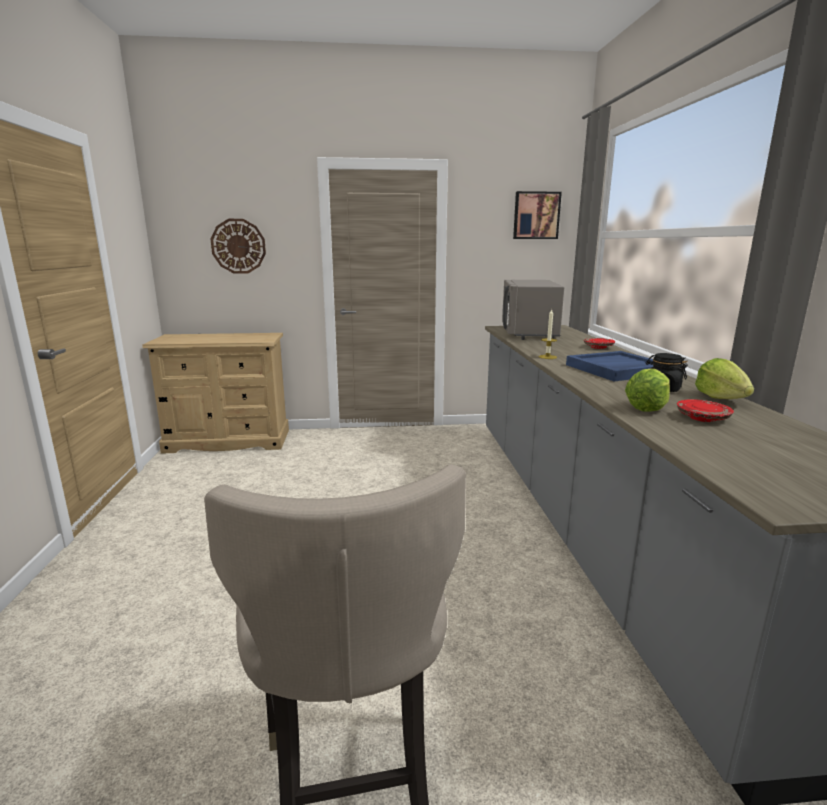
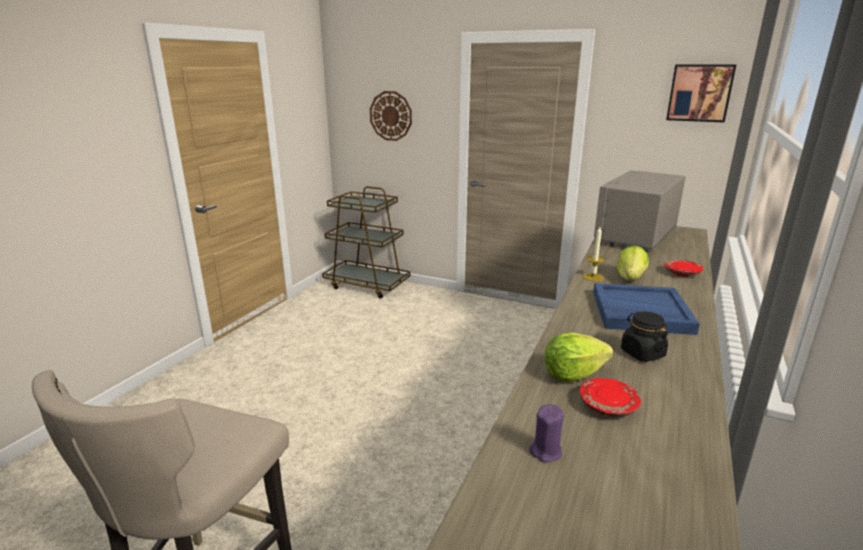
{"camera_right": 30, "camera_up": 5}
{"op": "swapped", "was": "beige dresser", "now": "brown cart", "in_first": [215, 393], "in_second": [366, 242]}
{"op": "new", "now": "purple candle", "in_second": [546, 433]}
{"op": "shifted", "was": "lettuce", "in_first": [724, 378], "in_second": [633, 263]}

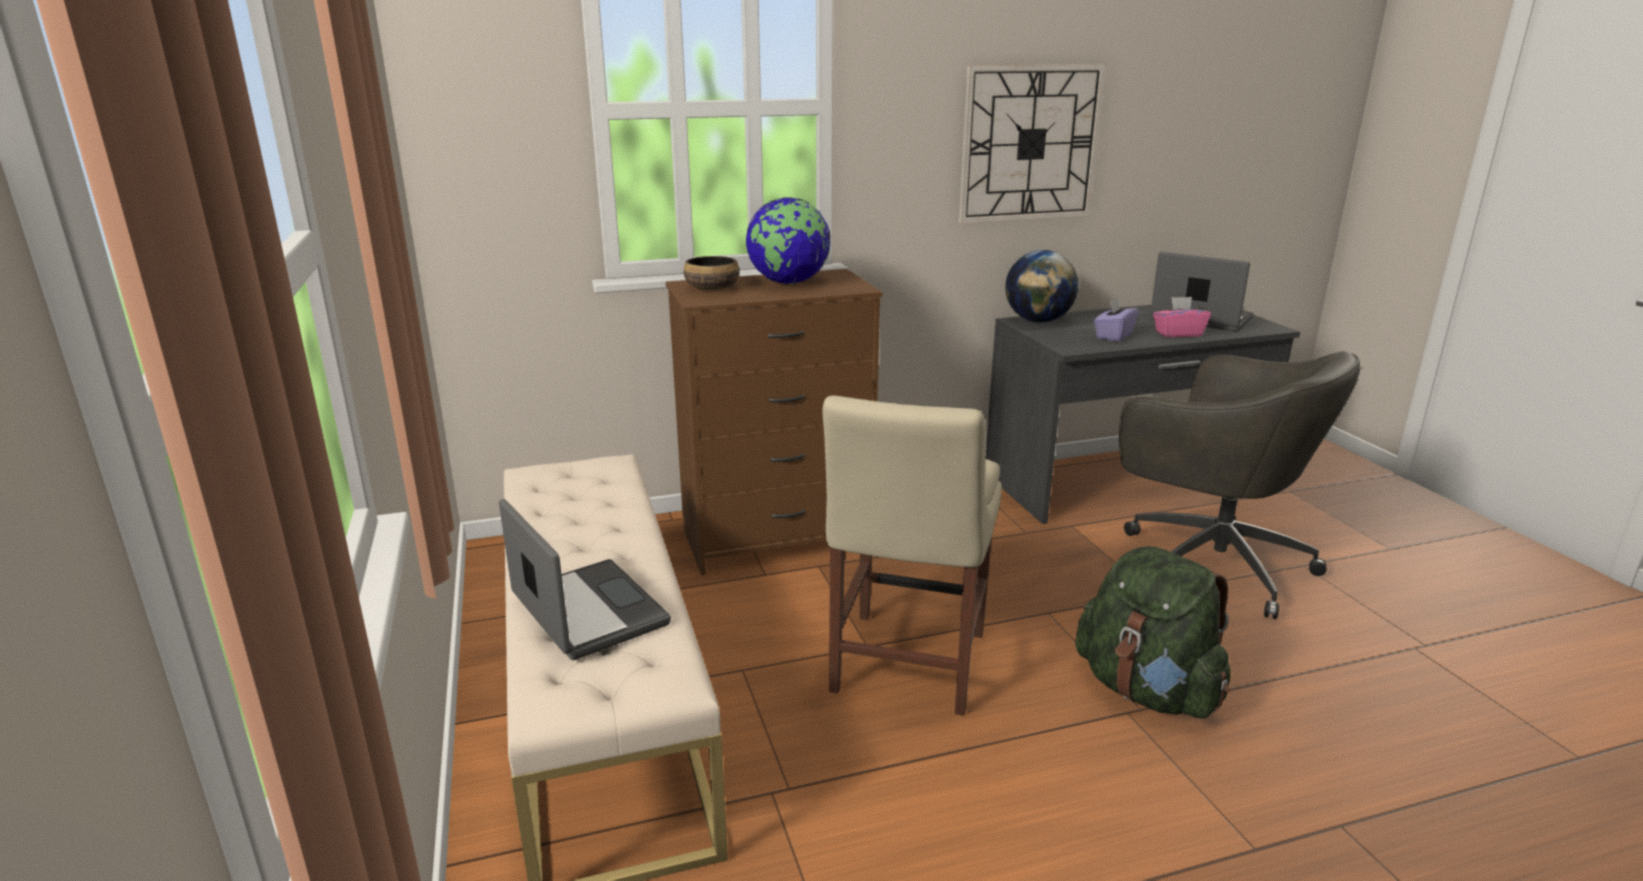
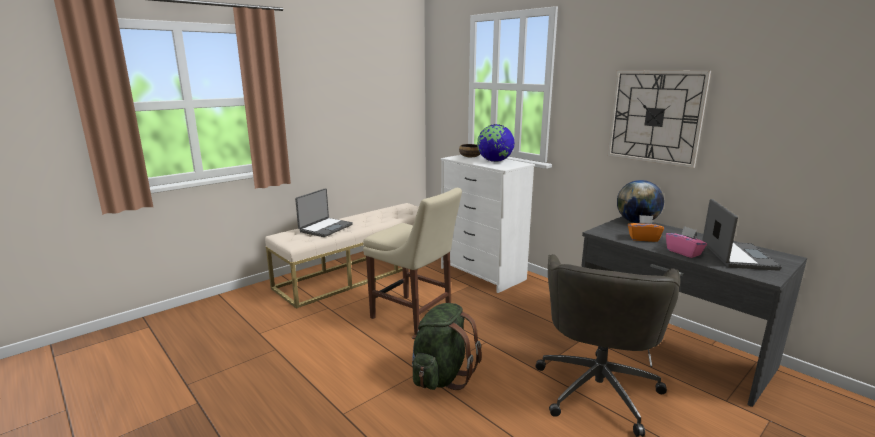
{"camera_right": 65, "camera_up": -5}
{"op": "rotated", "was": "beige chair", "in_first": [912, 555], "in_second": [412, 261], "clockwise": -135}
{"op": "repainted", "was": "brown dresser", "now": "white dresser", "in_first": [774, 422], "in_second": [488, 223]}
{"op": "repainted", "was": "purple tissue box", "now": "orange tissue box", "in_first": [1116, 319], "in_second": [646, 228]}

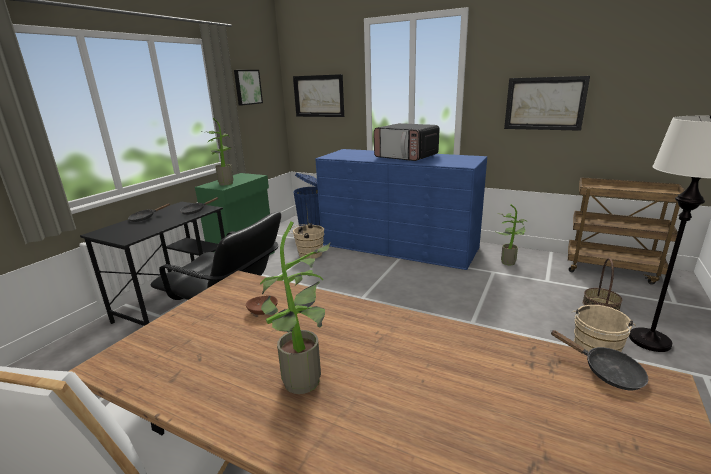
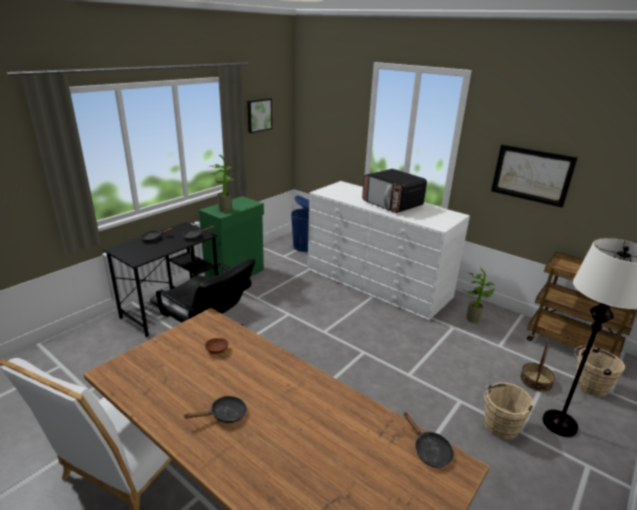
{"camera_right": 10, "camera_up": 5}
{"op": "swapped", "was": "potted plant", "now": "black frying pan", "in_first": [295, 307], "in_second": [216, 409]}
{"op": "repainted", "was": "blue dresser", "now": "white dresser", "in_first": [401, 209], "in_second": [388, 250]}
{"op": "shifted", "was": "beige bucket", "in_first": [307, 241], "in_second": [599, 371]}
{"op": "gone", "was": "picture", "in_first": [318, 95]}

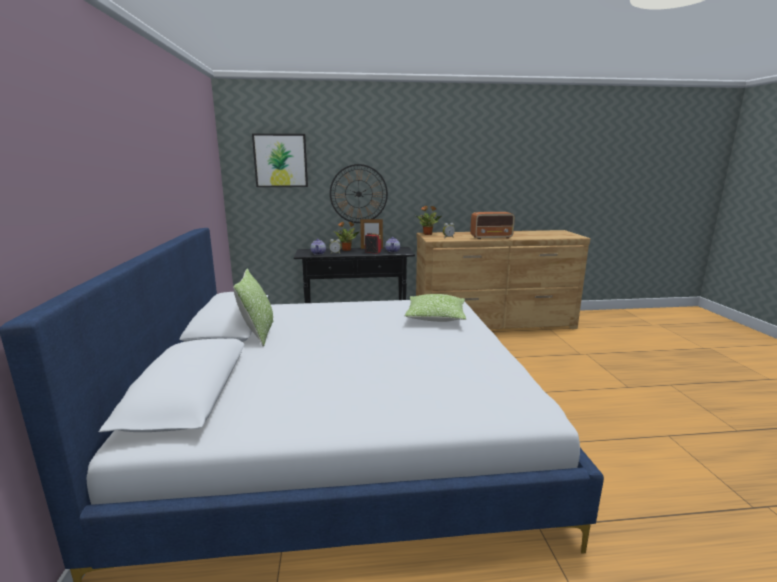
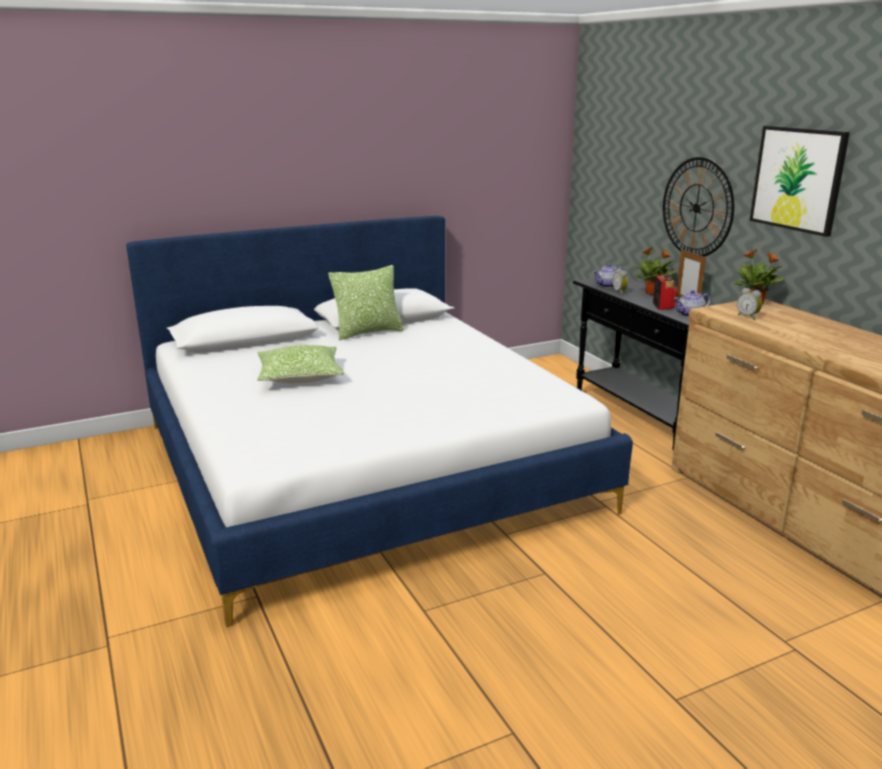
{"camera_right": 70, "camera_up": 5}
{"op": "shifted", "was": "pillow", "in_first": [435, 308], "in_second": [300, 364]}
{"op": "shifted", "was": "picture", "in_first": [280, 160], "in_second": [800, 181]}
{"op": "gone", "was": "radio", "in_first": [492, 225]}

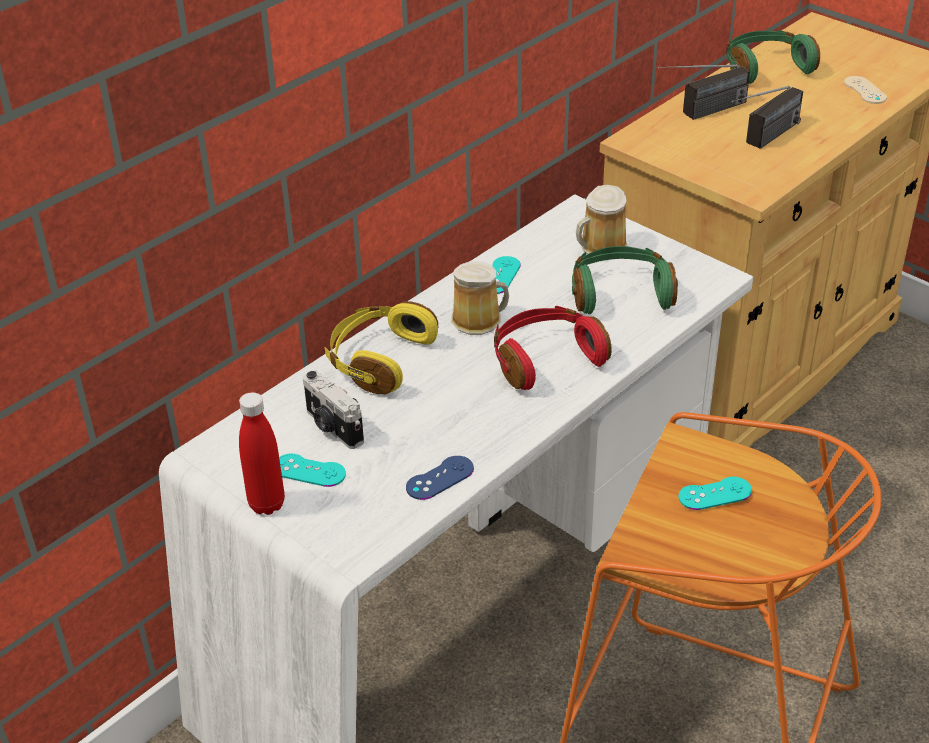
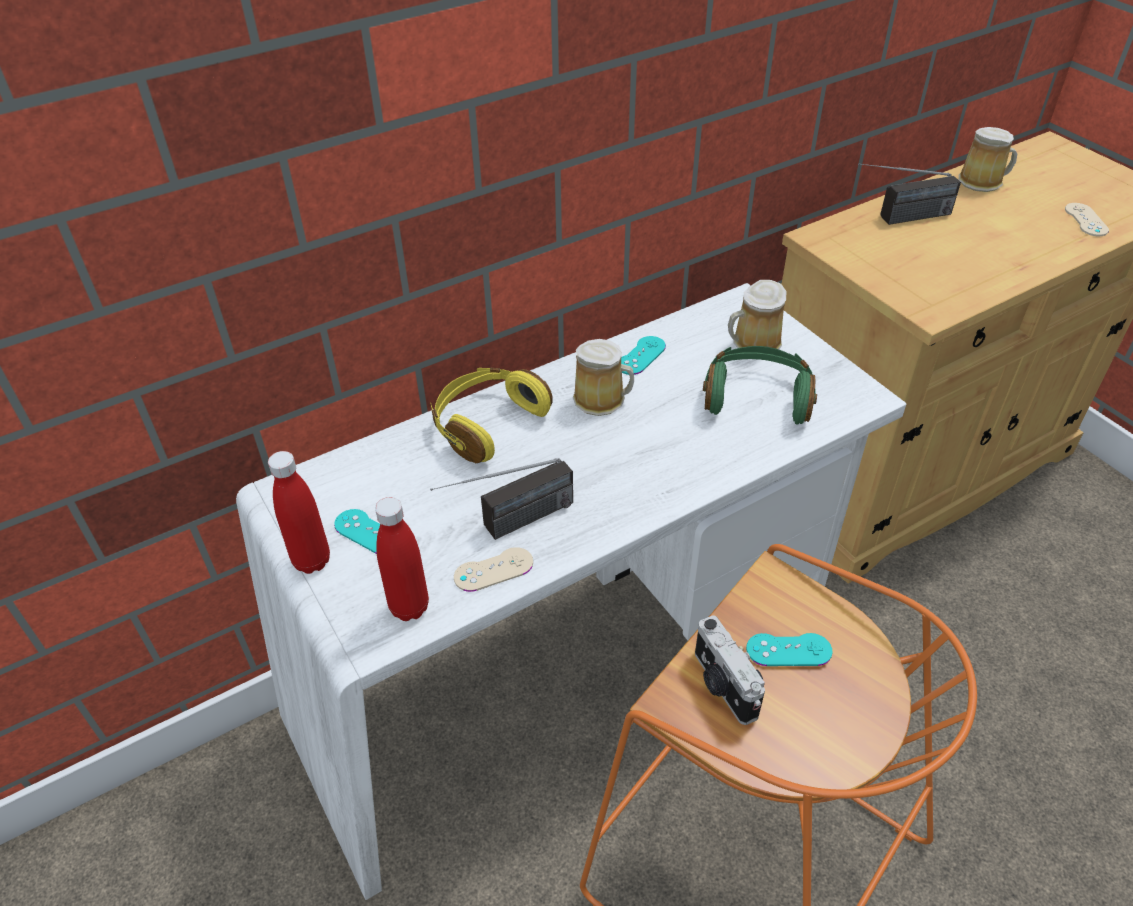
{"camera_right": 15, "camera_up": 5}
{"op": "new", "now": "red bottle", "in_second": [402, 559]}
{"op": "shifted", "was": "radio", "in_first": [767, 117], "in_second": [501, 499]}
{"op": "repainted", "was": "blue game controller", "now": "beige game controller", "in_first": [440, 478], "in_second": [493, 569]}
{"op": "shifted", "was": "photo camera", "in_first": [333, 410], "in_second": [730, 670]}
{"op": "swapped", "was": "green headphones", "now": "mug", "in_first": [773, 57], "in_second": [988, 159]}
{"op": "gone", "was": "red headphones", "in_first": [553, 348]}

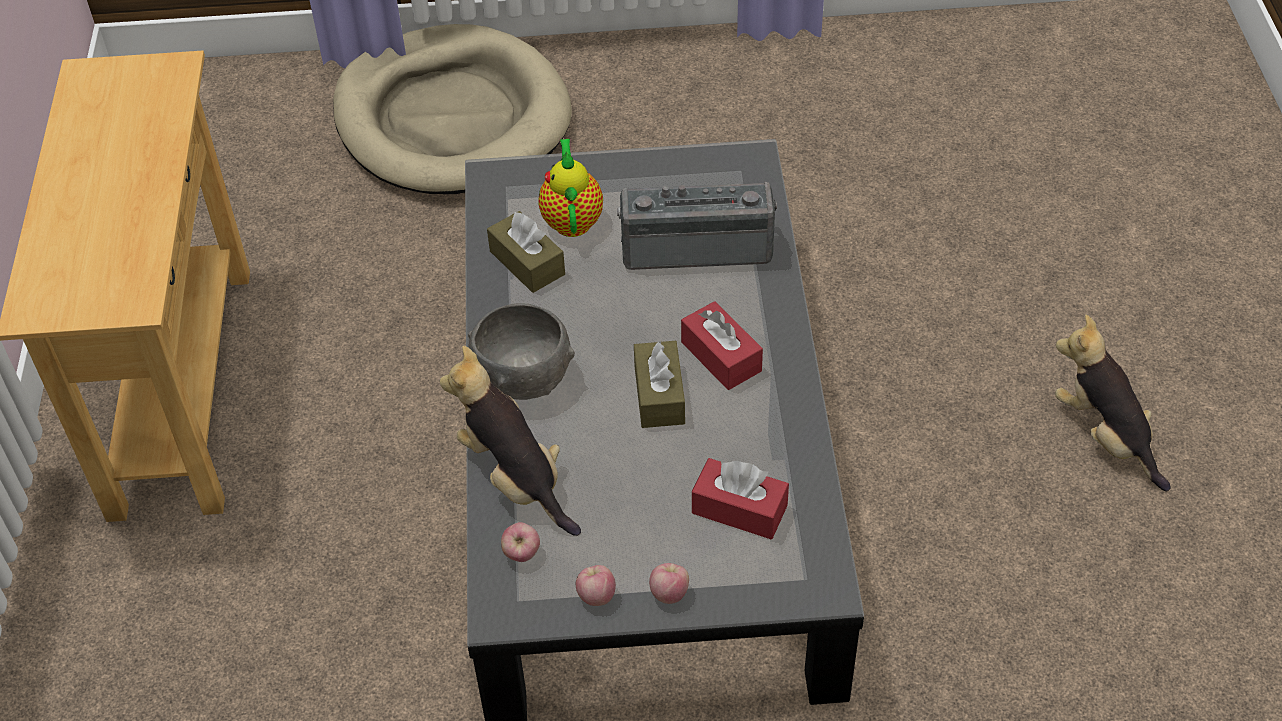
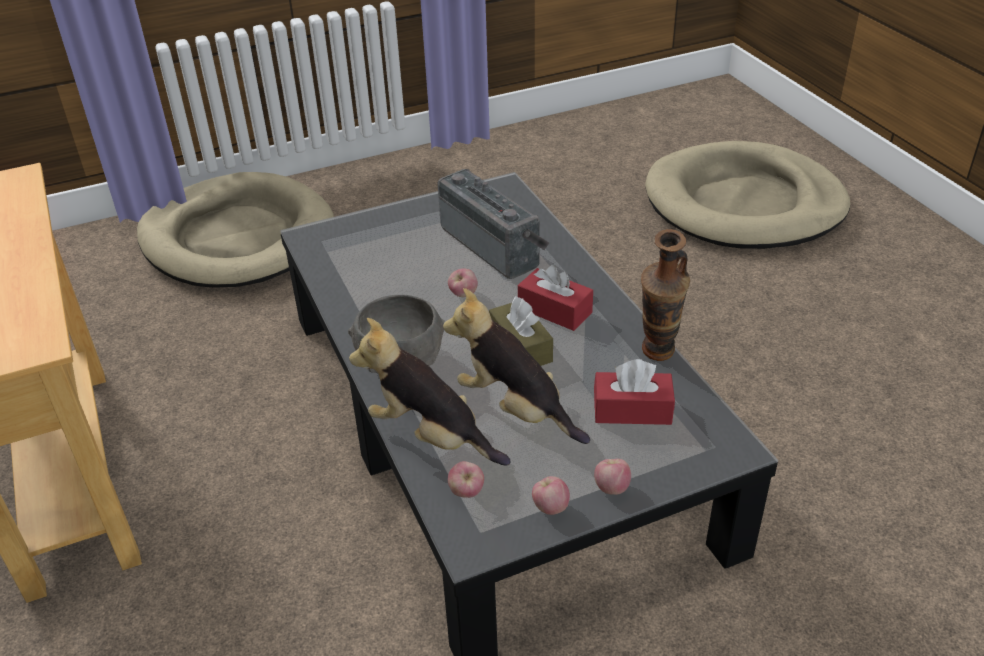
{"camera_right": -20, "camera_up": -10}
{"op": "rotated", "was": "radio", "in_first": [697, 225], "in_second": [493, 224], "clockwise": 75}
{"op": "shifted", "was": "plush toy", "in_first": [1113, 403], "in_second": [516, 366]}
{"op": "new", "now": "apple", "in_second": [463, 282]}
{"op": "new", "now": "vase", "in_second": [665, 295]}
{"op": "new", "now": "beige dog bed", "in_second": [747, 195]}
{"op": "gone", "was": "brown tissue box", "in_first": [526, 252]}
{"op": "gone", "was": "teapot", "in_first": [570, 188]}

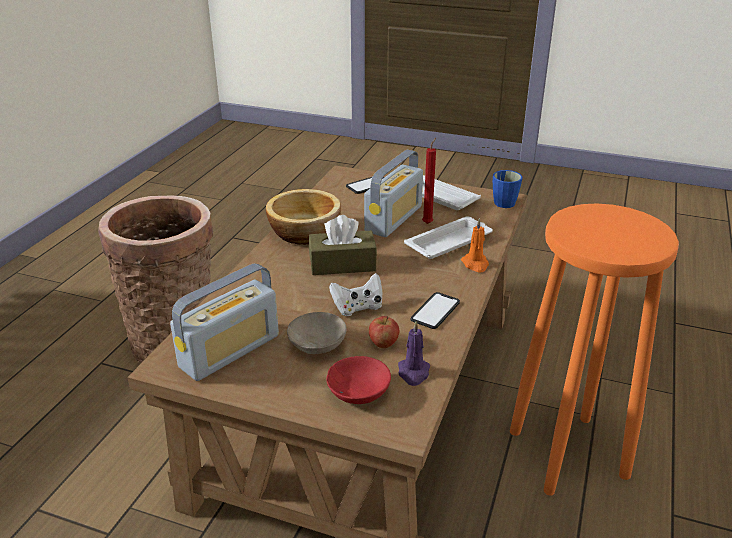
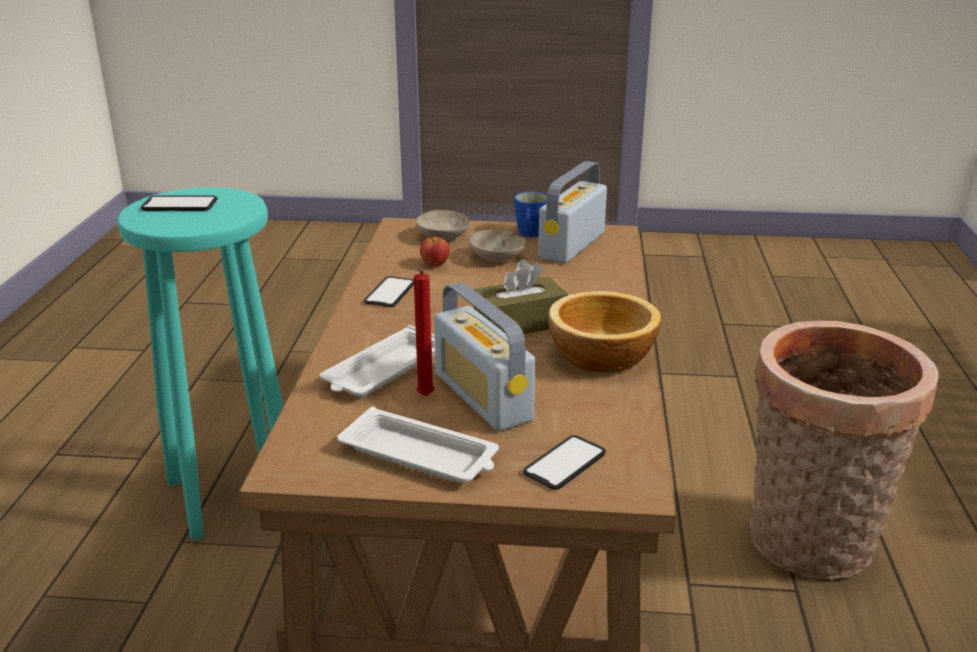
{"camera_right": 165, "camera_up": -5}
{"op": "repainted", "was": "orange stool", "now": "turquoise stool", "in_first": [594, 350], "in_second": [201, 363]}
{"op": "new", "now": "phone", "in_second": [179, 203]}
{"op": "repainted", "was": "red bowl", "now": "beige bowl", "in_first": [358, 380], "in_second": [443, 225]}
{"op": "rotated", "was": "radio", "in_first": [393, 193], "in_second": [484, 356], "clockwise": -45}
{"op": "shifted", "was": "blue mug", "in_first": [507, 189], "in_second": [530, 214]}
{"op": "gone", "was": "white game controller", "in_first": [355, 294]}
{"op": "gone", "was": "purple candle", "in_first": [414, 353]}
{"op": "gone", "was": "orange candle", "in_first": [475, 245]}

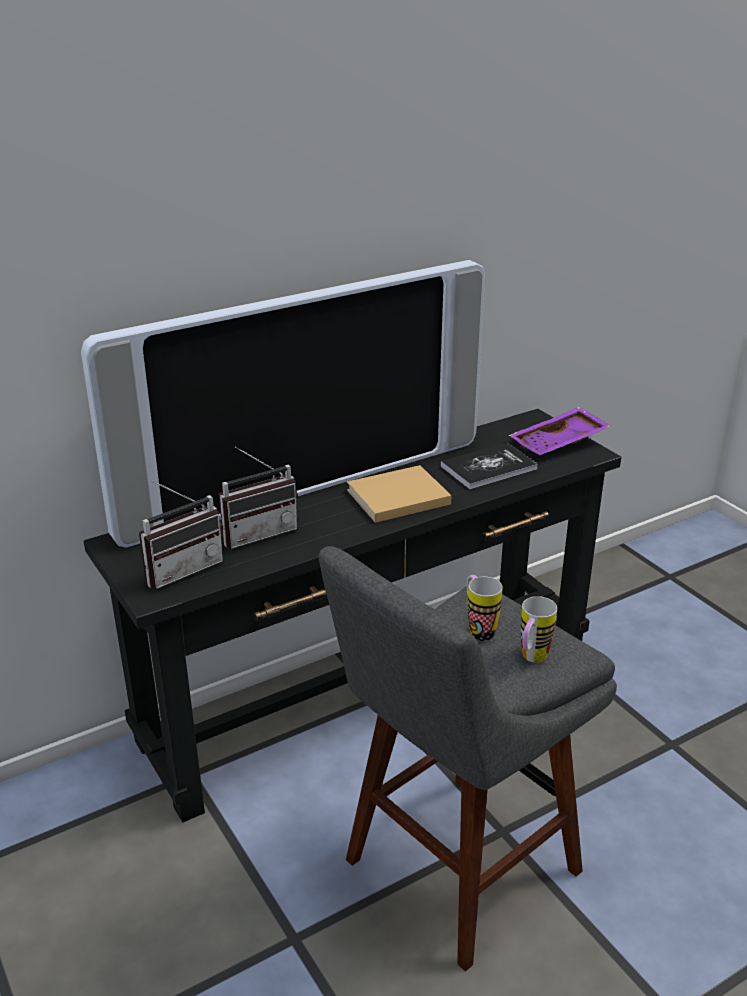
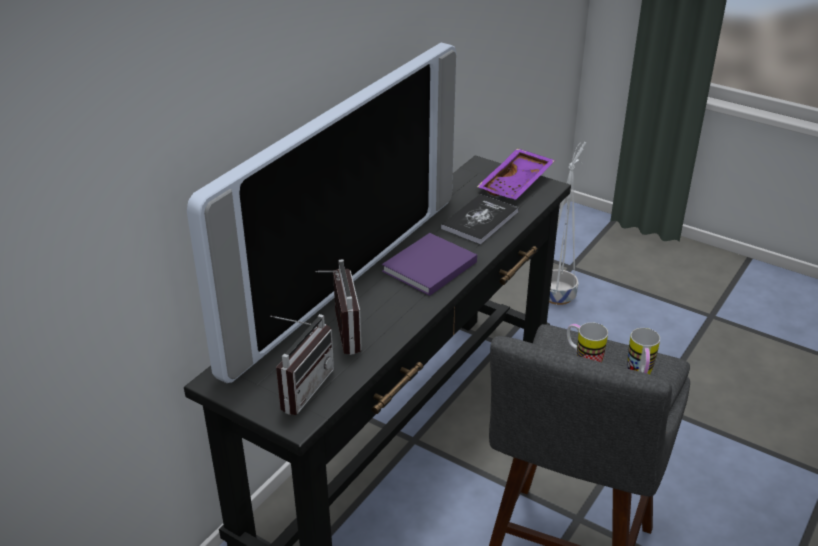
{"camera_right": -25, "camera_up": 5}
{"op": "rotated", "was": "radio", "in_first": [258, 497], "in_second": [338, 307], "clockwise": -45}
{"op": "repainted", "was": "beige book", "now": "purple book", "in_first": [399, 494], "in_second": [429, 264]}
{"op": "new", "now": "white planter", "in_second": [567, 223]}

